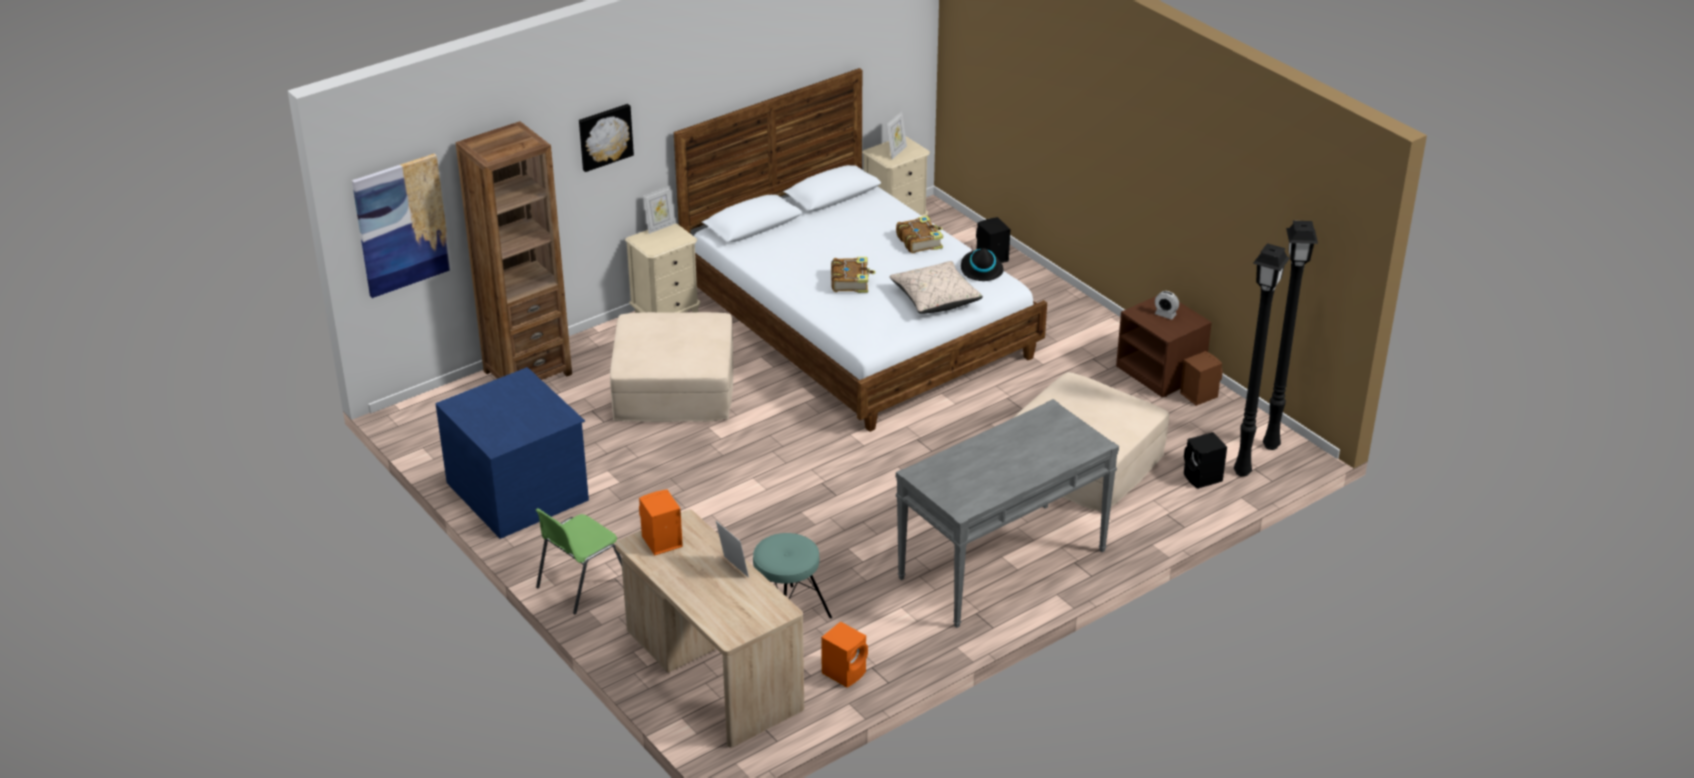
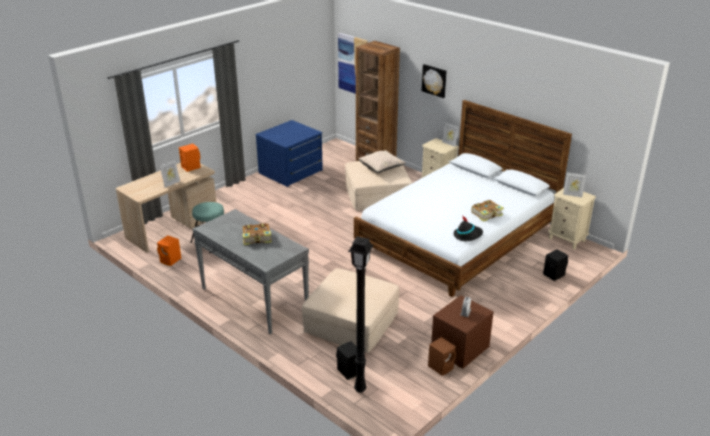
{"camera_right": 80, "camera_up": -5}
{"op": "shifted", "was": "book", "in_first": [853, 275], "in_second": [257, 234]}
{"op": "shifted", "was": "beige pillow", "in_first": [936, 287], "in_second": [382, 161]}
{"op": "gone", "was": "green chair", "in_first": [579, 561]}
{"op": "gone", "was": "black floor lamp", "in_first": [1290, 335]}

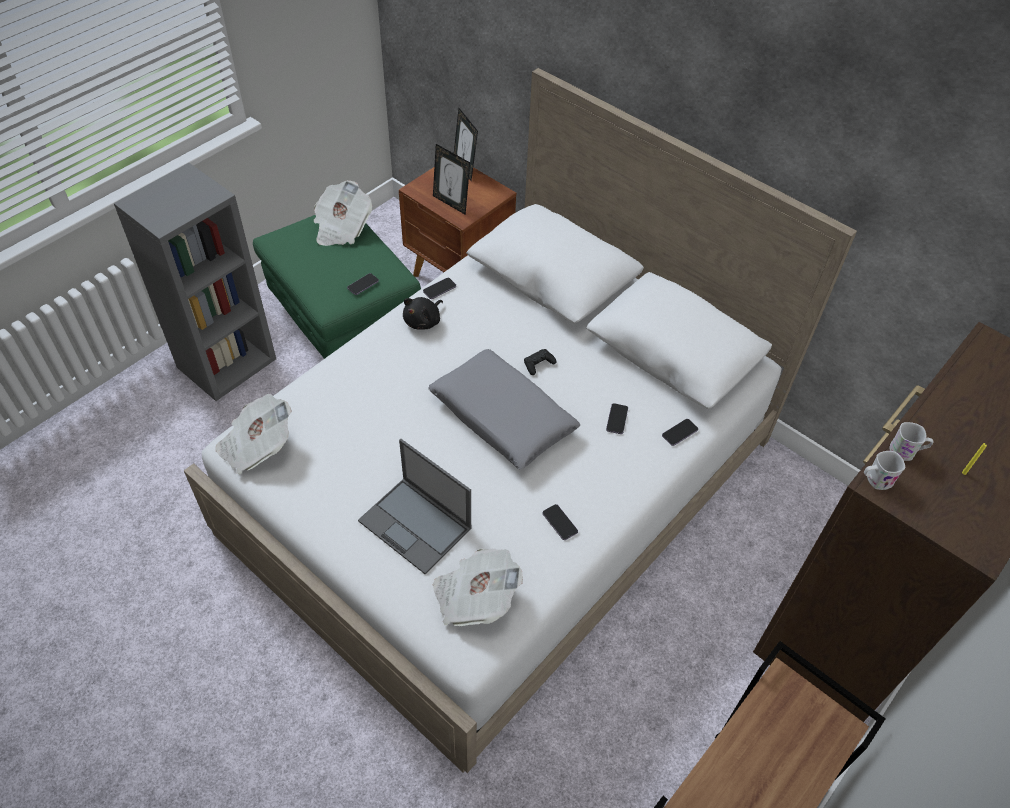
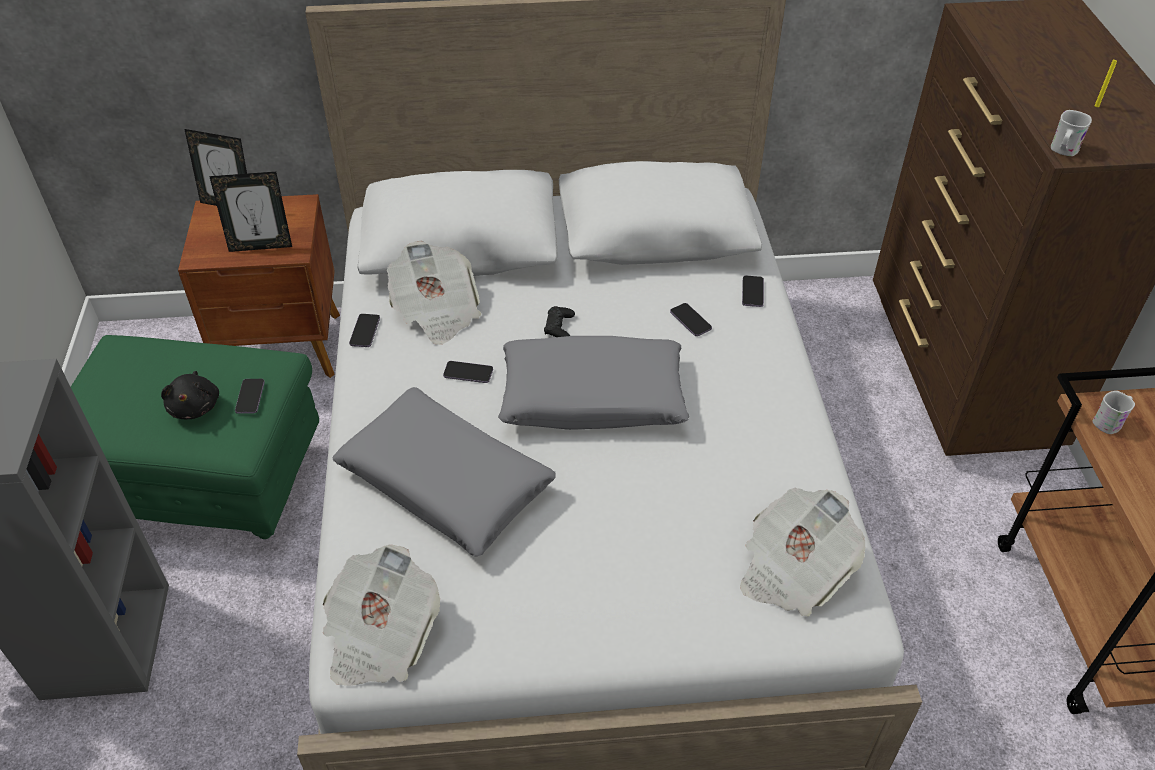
{"camera_right": -45, "camera_up": -5}
{"op": "shifted", "was": "black plush toy", "in_first": [423, 313], "in_second": [190, 395]}
{"op": "new", "now": "grey pillow", "in_second": [444, 472]}
{"op": "shifted", "was": "newspaper", "in_first": [342, 213], "in_second": [434, 293]}
{"op": "shifted", "was": "phone", "in_first": [560, 522], "in_second": [468, 372]}
{"op": "shifted", "was": "white mug", "in_first": [911, 441], "in_second": [1114, 412]}
{"op": "gone", "was": "laptop", "in_first": [414, 506]}

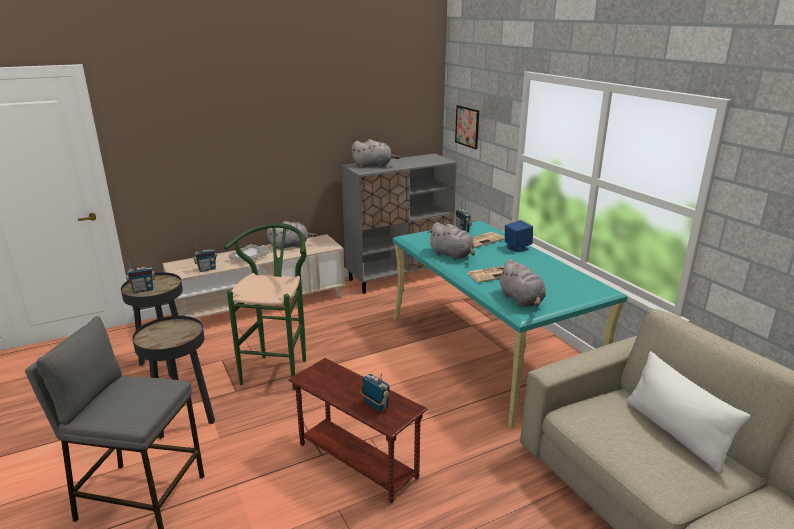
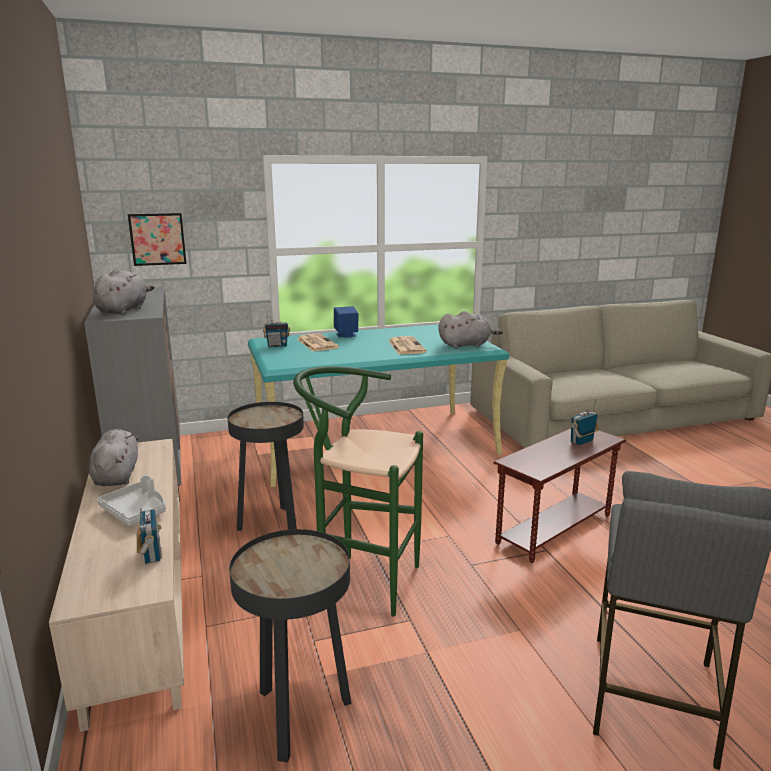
{"camera_right": -80, "camera_up": -5}
{"op": "shifted", "was": "black side table", "in_first": [173, 377], "in_second": [265, 466]}
{"op": "gone", "was": "radio", "in_first": [140, 276]}
{"op": "gone", "was": "grey plush toy", "in_first": [451, 241]}
{"op": "gone", "was": "white pillow", "in_first": [688, 412]}

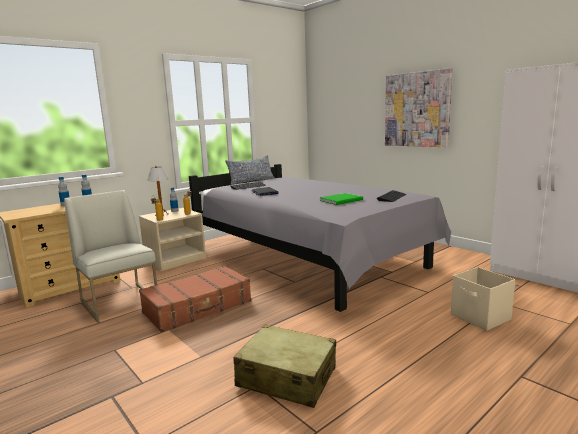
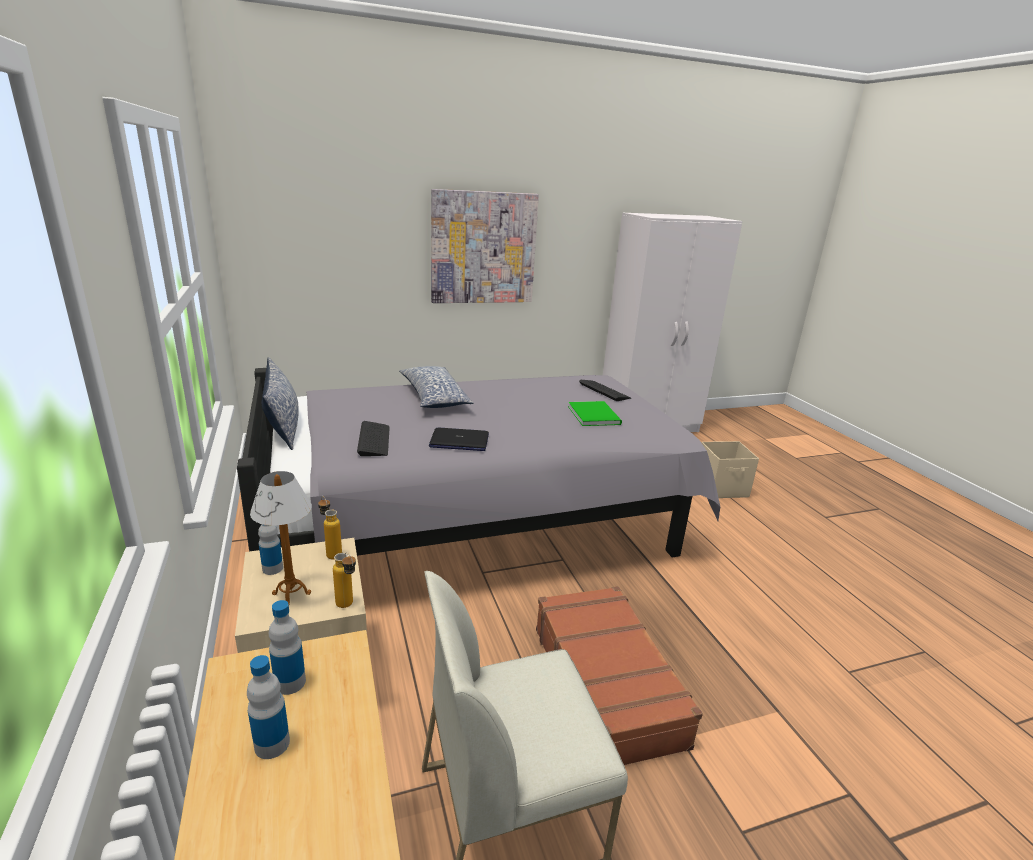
{"camera_right": -70, "camera_up": 10}
{"op": "new", "now": "pillow", "in_second": [436, 387]}
{"op": "gone", "was": "beige suitcase", "in_first": [285, 366]}

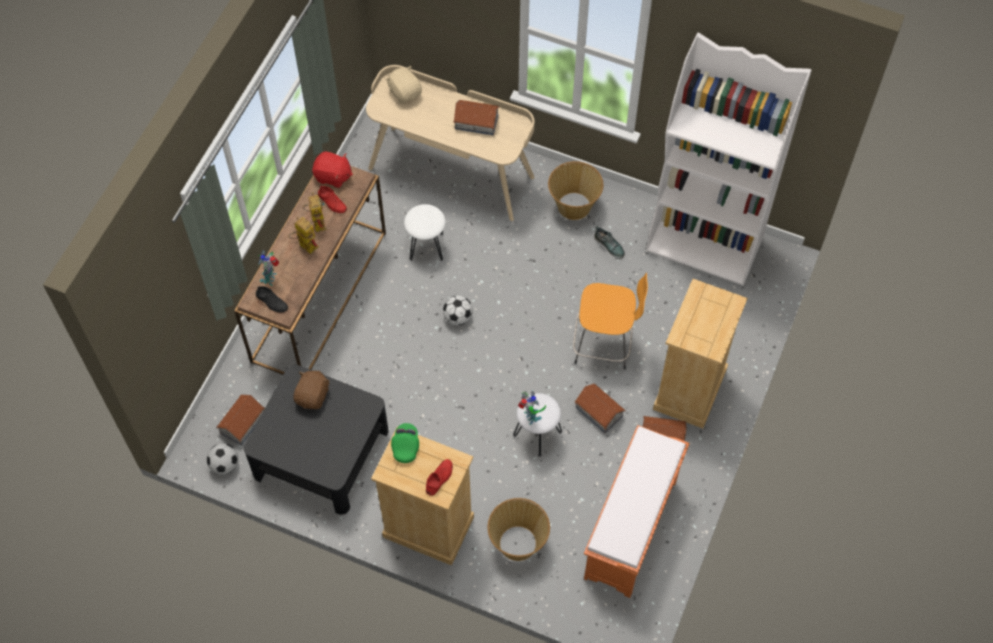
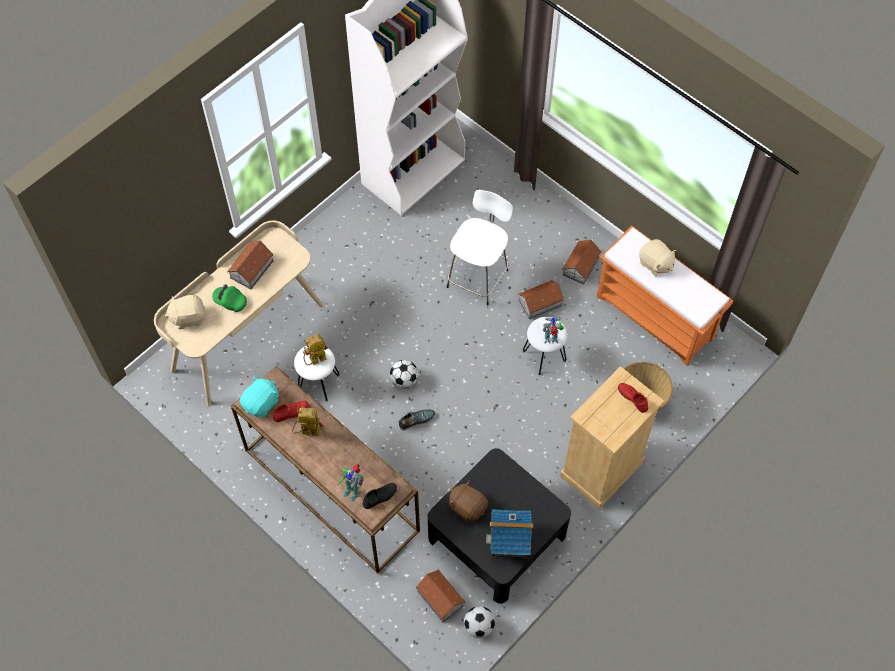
{"camera_right": -70, "camera_up": 0}
{"op": "shifted", "was": "green cap", "in_first": [405, 443], "in_second": [229, 298]}
{"op": "repainted", "was": "red plush toy", "now": "turquoise plush toy", "in_first": [332, 169], "in_second": [259, 396]}
{"op": "shifted", "was": "toy robot", "in_first": [303, 235], "in_second": [315, 349]}
{"op": "shifted", "was": "shoe", "in_first": [609, 242], "in_second": [417, 420]}
{"op": "repainted", "was": "orange stool", "now": "white stool", "in_first": [610, 321], "in_second": [480, 248]}
{"op": "new", "now": "toy house", "in_second": [509, 534]}
{"op": "new", "now": "beige plush toy", "in_second": [657, 257]}
{"op": "gone", "was": "basket", "in_first": [575, 190]}
{"op": "gone", "was": "beige dresser", "in_first": [700, 354]}

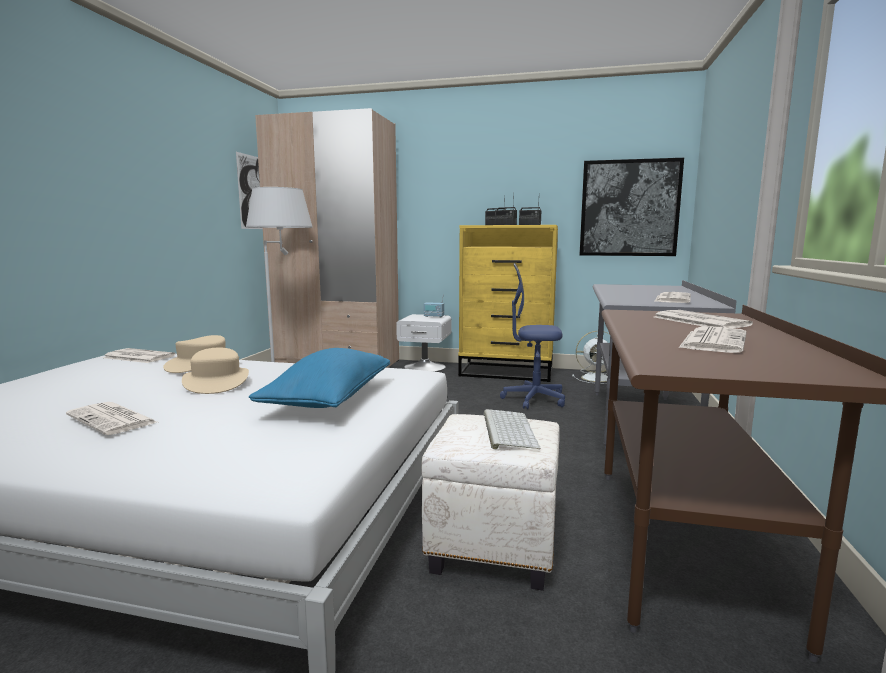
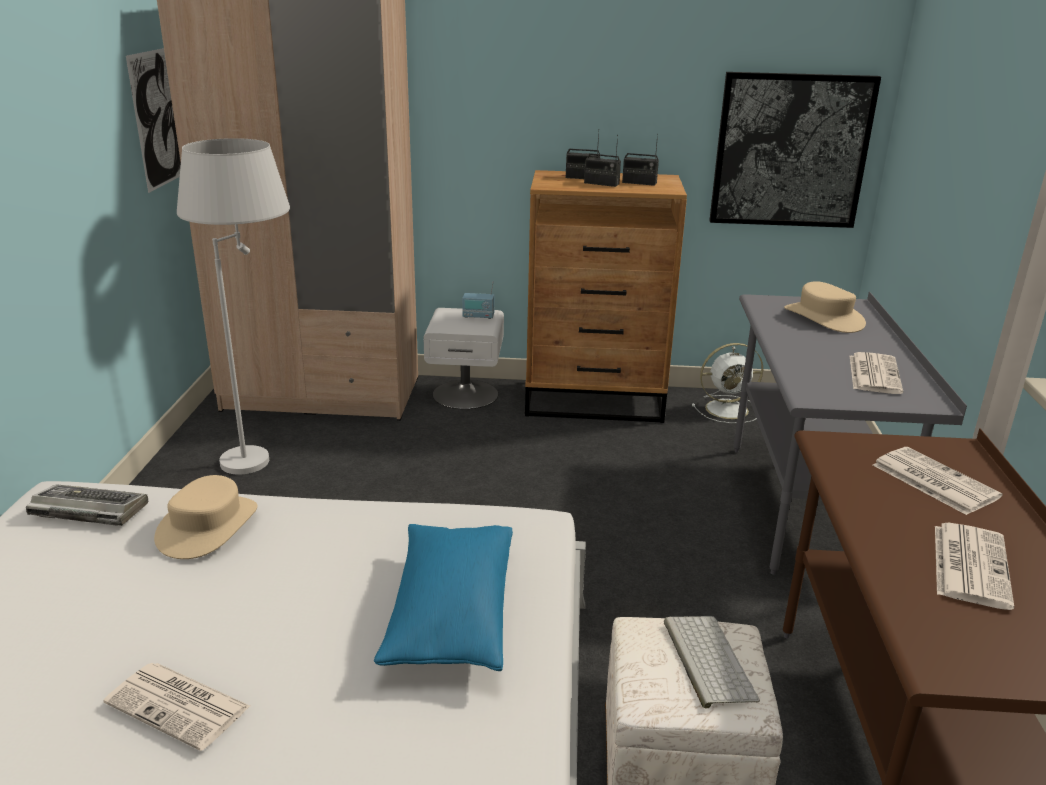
{"camera_right": -10, "camera_up": 15}
{"op": "swapped", "was": "newspaper", "now": "keyboard", "in_first": [139, 355], "in_second": [87, 505]}
{"op": "repainted", "was": "yellow dresser", "now": "brown dresser", "in_first": [508, 303], "in_second": [606, 296]}
{"op": "shifted", "was": "beige hat", "in_first": [215, 371], "in_second": [825, 307]}
{"op": "gone", "was": "blue office chair", "in_first": [532, 336]}

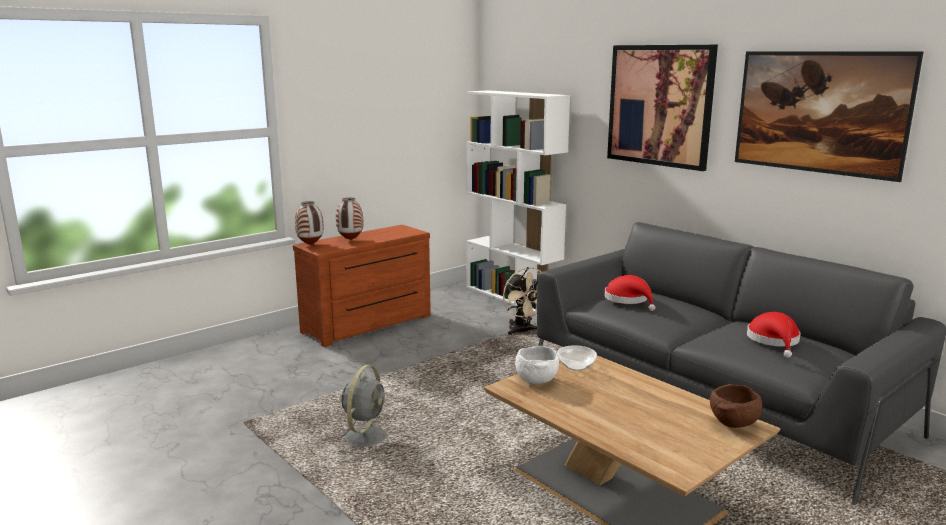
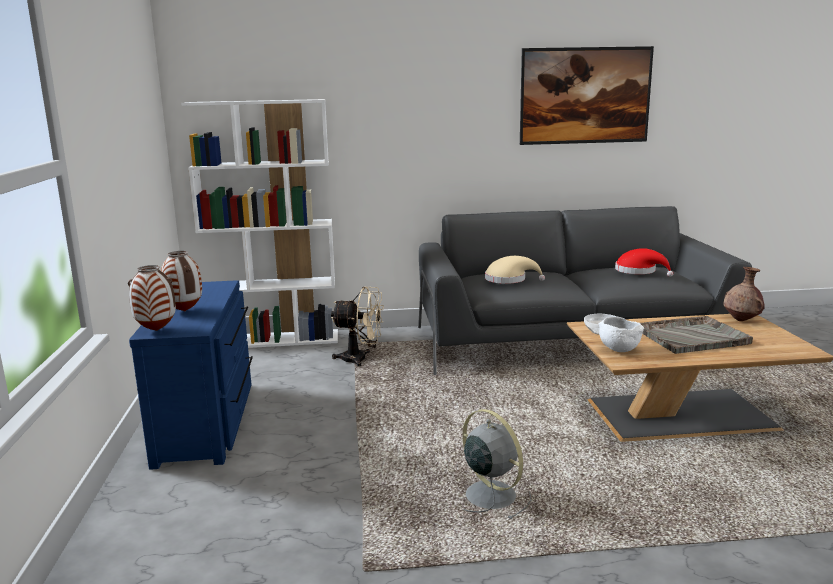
{"camera_right": -55, "camera_up": 0}
{"op": "repainted", "was": "brown dresser", "now": "blue dresser", "in_first": [362, 286], "in_second": [191, 375]}
{"op": "repainted", "was": "red hat", "now": "beige hat", "in_first": [629, 293], "in_second": [515, 270]}
{"op": "new", "now": "grey tray", "in_second": [697, 335]}
{"op": "swapped", "was": "brown bowl", "now": "brown vase", "in_first": [736, 406], "in_second": [744, 294]}
{"op": "gone", "was": "picture", "in_first": [662, 108]}

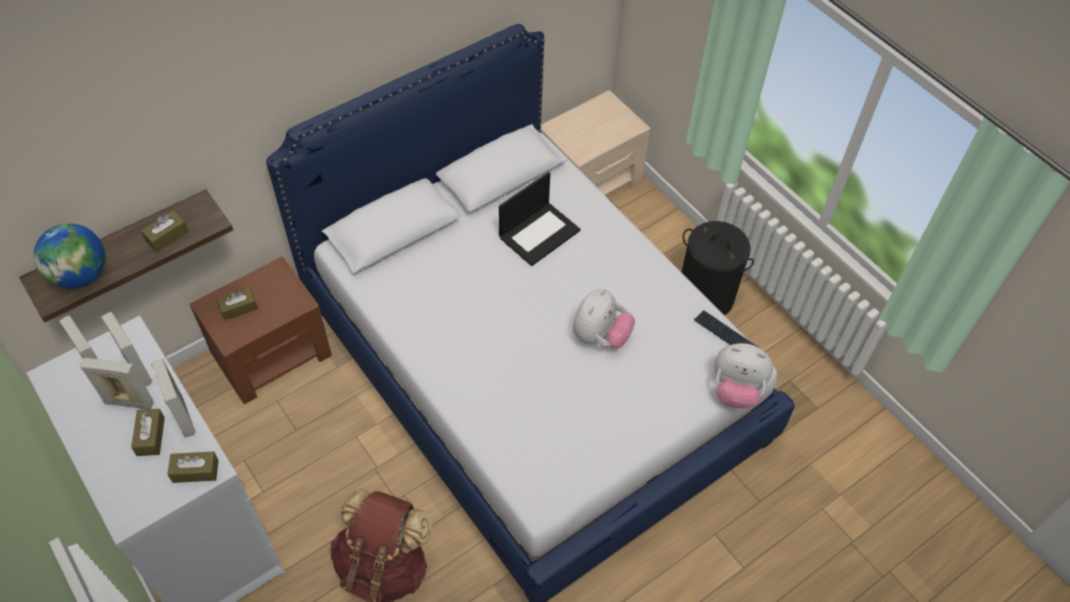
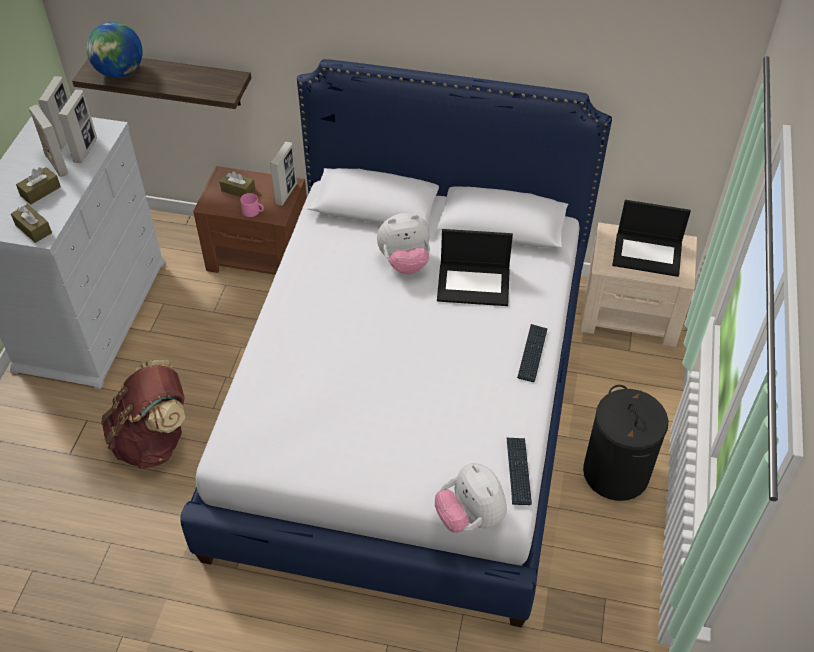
{"camera_right": 50, "camera_up": -5}
{"op": "new", "now": "pink mug", "in_second": [252, 205]}
{"op": "shifted", "was": "picture frame", "in_first": [173, 398], "in_second": [283, 174]}
{"op": "shifted", "was": "plush toy", "in_first": [604, 318], "in_second": [403, 243]}
{"op": "new", "now": "keyboard", "in_second": [532, 353]}
{"op": "new", "now": "laptop", "in_second": [651, 238]}
{"op": "gone", "was": "brown tissue box", "in_first": [165, 231]}

